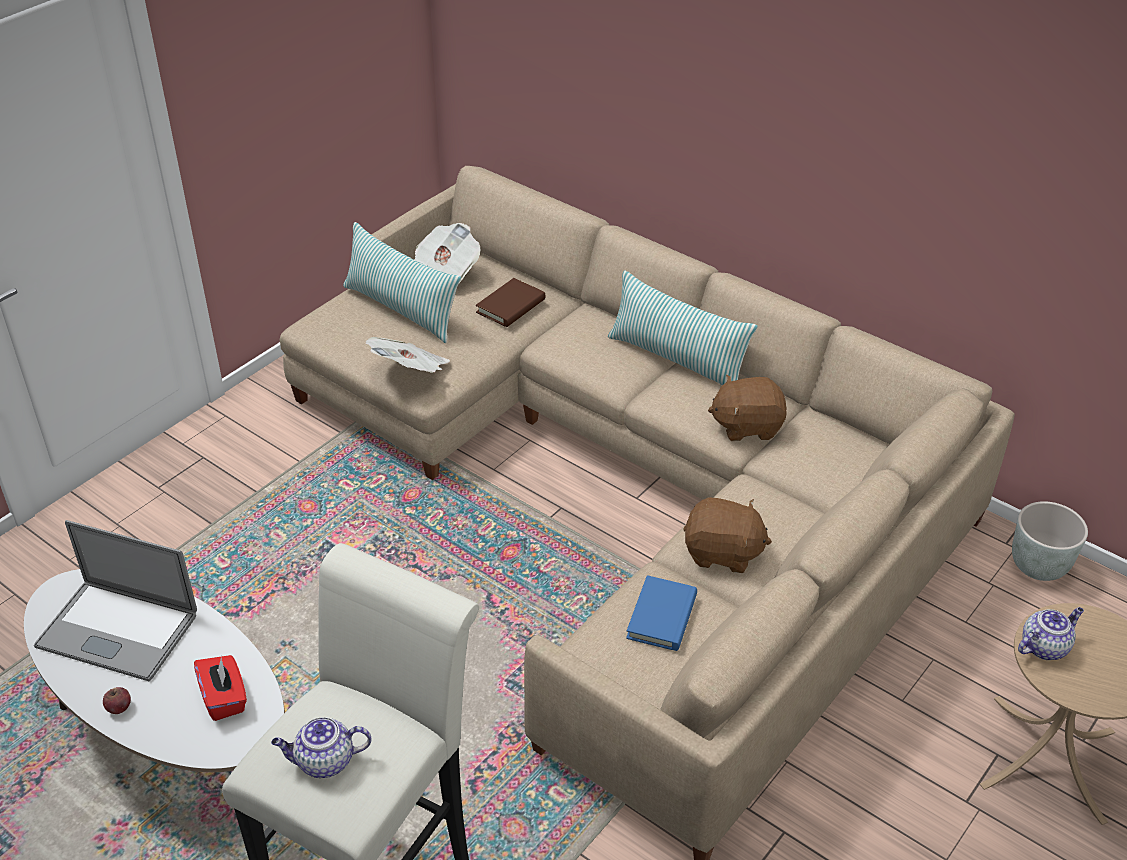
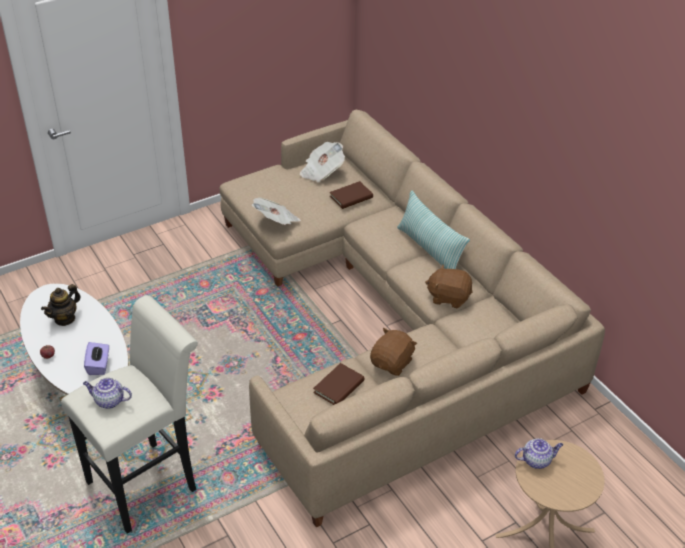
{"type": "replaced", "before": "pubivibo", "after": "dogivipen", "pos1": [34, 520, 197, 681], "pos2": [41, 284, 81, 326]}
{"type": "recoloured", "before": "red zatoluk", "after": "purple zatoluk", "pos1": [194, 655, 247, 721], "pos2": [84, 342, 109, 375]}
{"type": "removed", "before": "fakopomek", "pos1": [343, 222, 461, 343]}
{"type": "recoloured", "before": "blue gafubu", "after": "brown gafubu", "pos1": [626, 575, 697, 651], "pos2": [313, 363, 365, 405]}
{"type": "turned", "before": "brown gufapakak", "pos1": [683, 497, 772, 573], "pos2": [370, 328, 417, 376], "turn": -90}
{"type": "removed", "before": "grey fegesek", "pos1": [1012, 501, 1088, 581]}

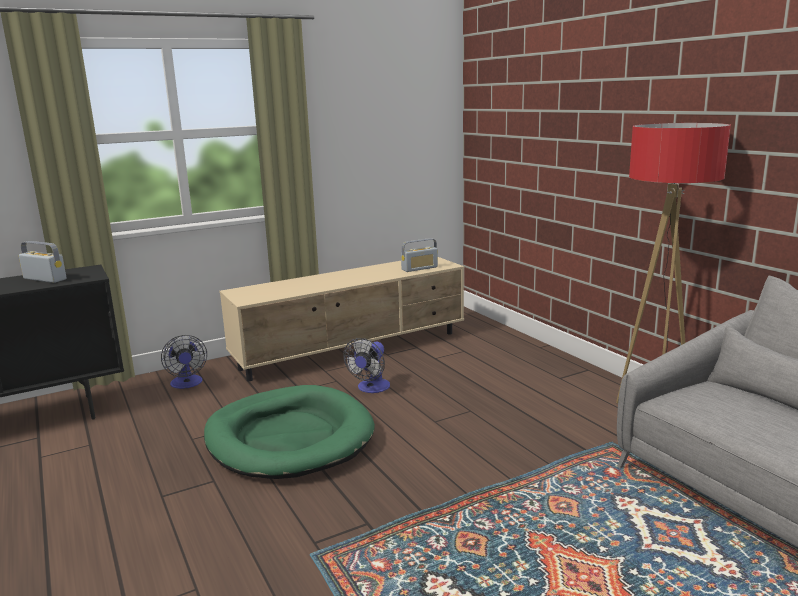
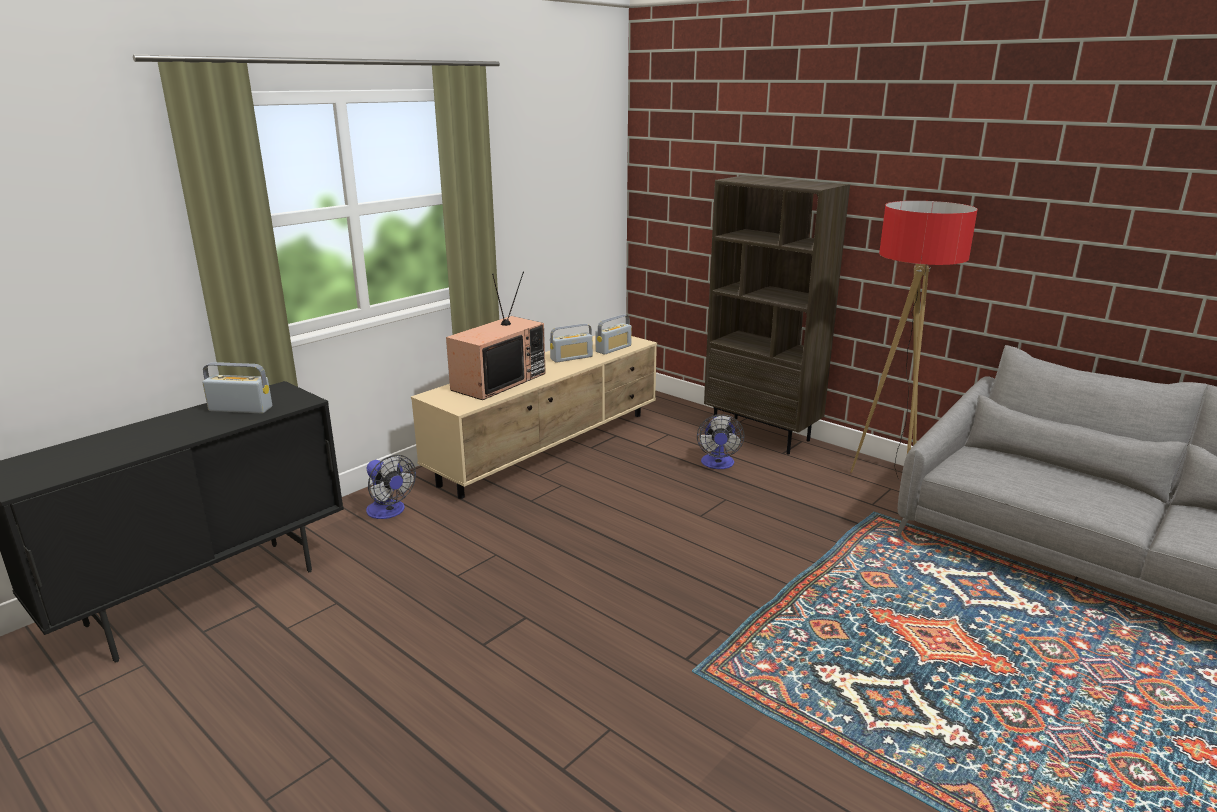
{"type": "removed", "before": "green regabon", "pos1": [204, 385, 375, 479]}
{"type": "moved", "before": "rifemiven", "pos1": [343, 338, 390, 393], "pos2": [697, 414, 745, 469]}
{"type": "added", "after": "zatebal", "pos2": [446, 272, 546, 400]}
{"type": "added", "after": "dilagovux", "pos2": [550, 324, 593, 363]}
{"type": "added", "after": "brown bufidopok", "pos2": [704, 175, 850, 455]}

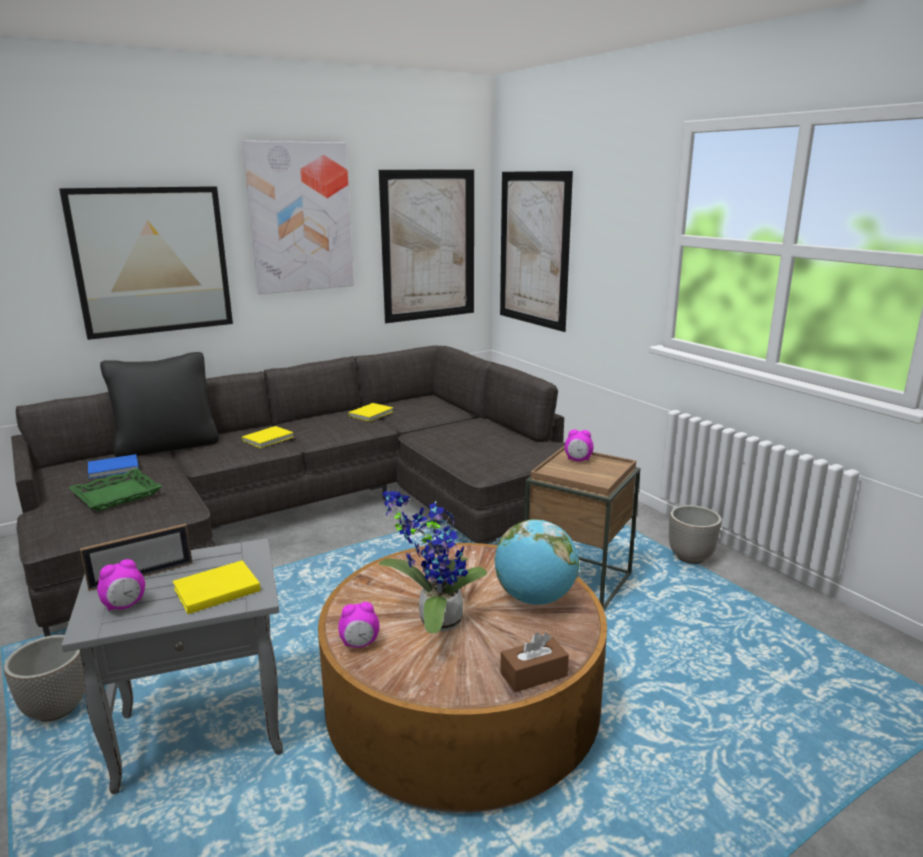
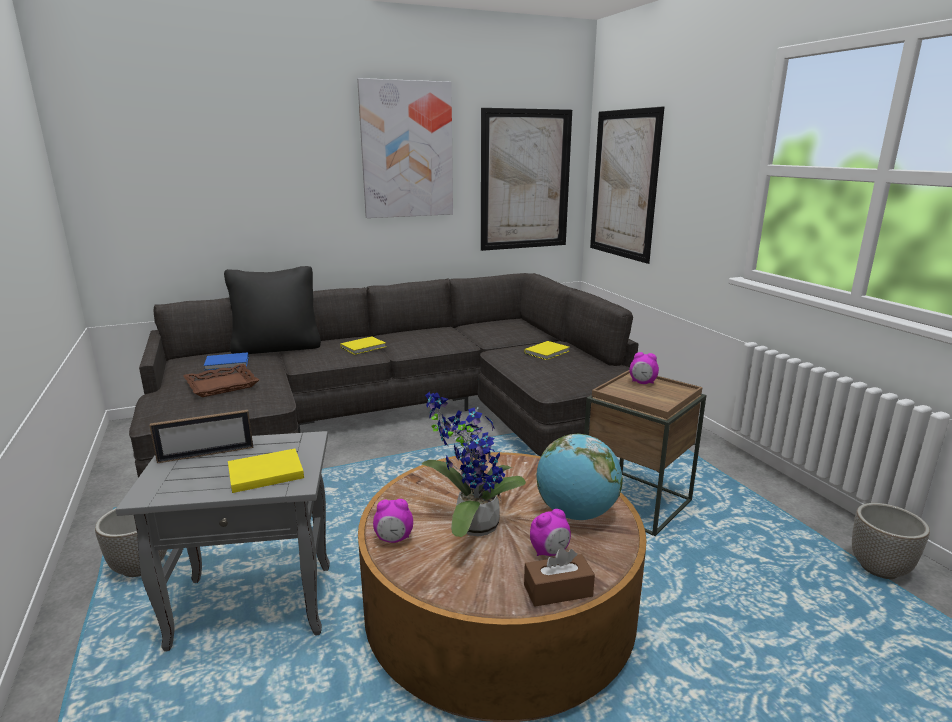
{"type": "removed", "before": "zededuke", "pos1": [59, 186, 233, 340]}
{"type": "recoloured", "before": "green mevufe", "after": "brown mevufe", "pos1": [69, 468, 162, 511], "pos2": [183, 364, 259, 397]}
{"type": "moved", "before": "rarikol", "pos1": [97, 559, 145, 611], "pos2": [530, 509, 571, 556]}
{"type": "moved", "before": "yellow gafubu", "pos1": [349, 403, 394, 422], "pos2": [524, 341, 569, 360]}
{"type": "moved", "before": "fegesek", "pos1": [669, 505, 722, 564], "pos2": [852, 503, 930, 579]}

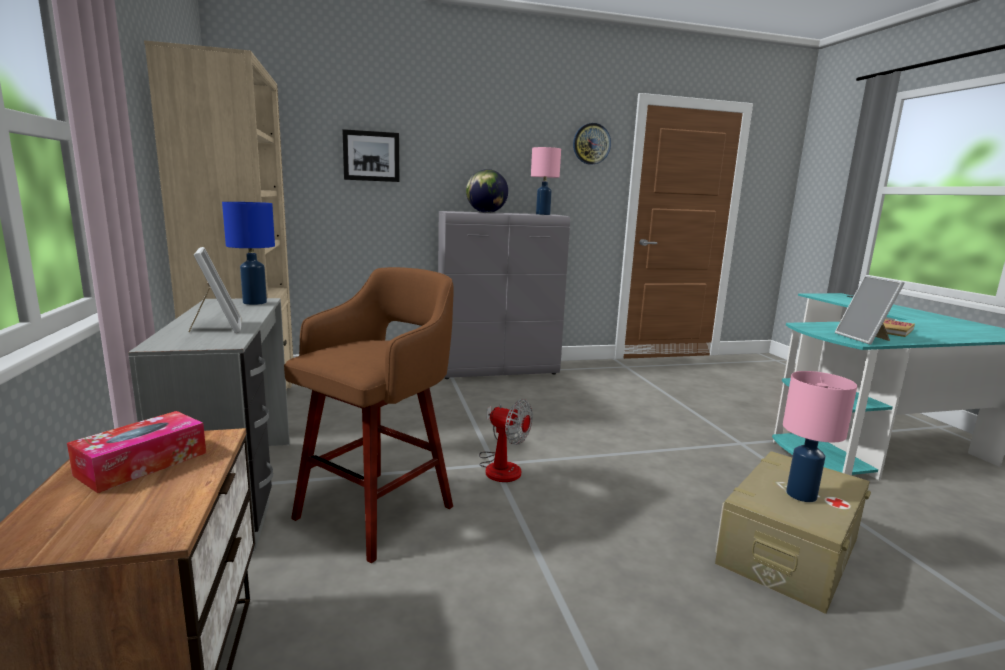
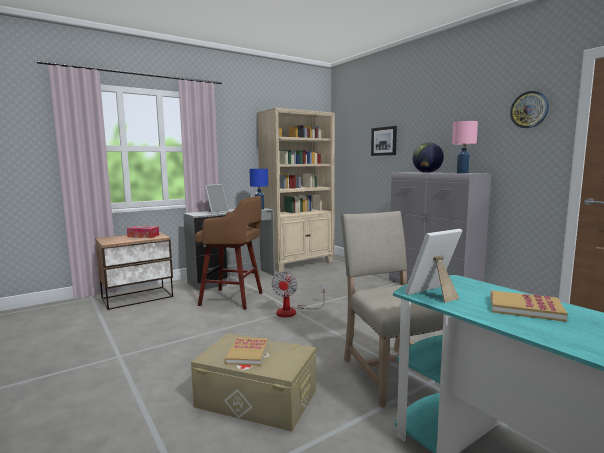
{"type": "replaced", "before": "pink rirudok", "after": "gafubu", "pos1": [783, 371, 857, 502], "pos2": [224, 337, 269, 366]}
{"type": "added", "after": "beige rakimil", "pos2": [341, 211, 444, 408]}

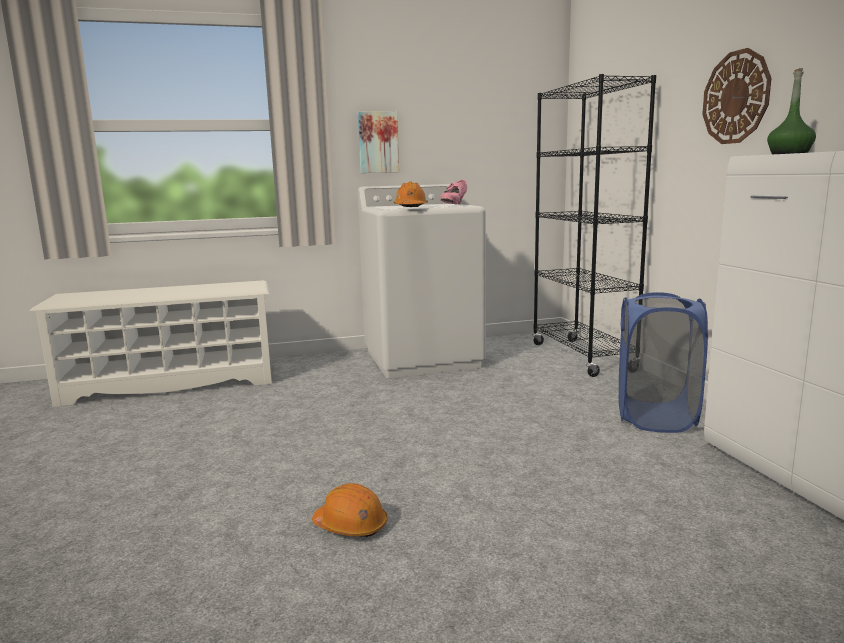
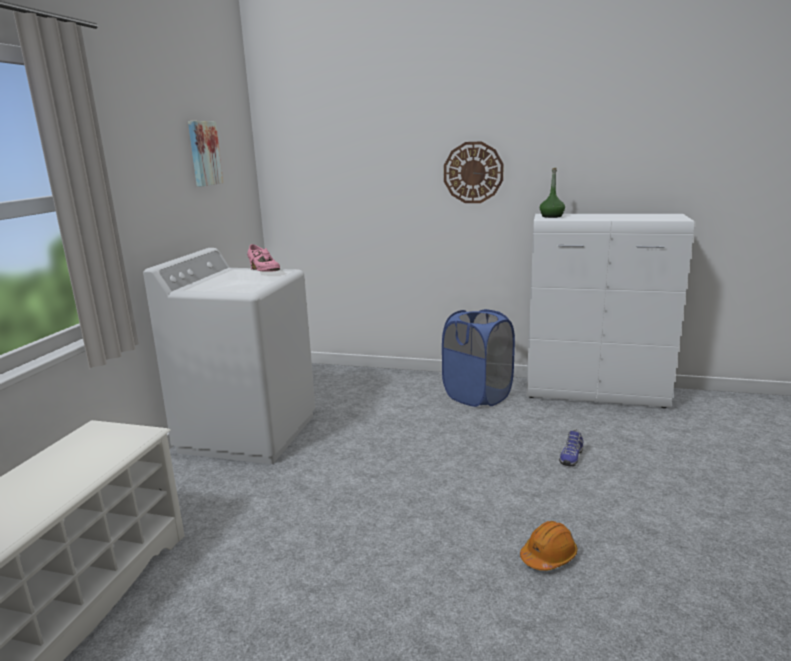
{"type": "moved", "before": "zededuke", "pos1": [358, 111, 399, 173], "pos2": [188, 121, 223, 187]}
{"type": "removed", "before": "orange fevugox", "pos1": [394, 181, 428, 207]}
{"type": "removed", "before": "black bufidopok", "pos1": [532, 74, 656, 377]}
{"type": "added", "after": "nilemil", "pos2": [559, 429, 583, 467]}

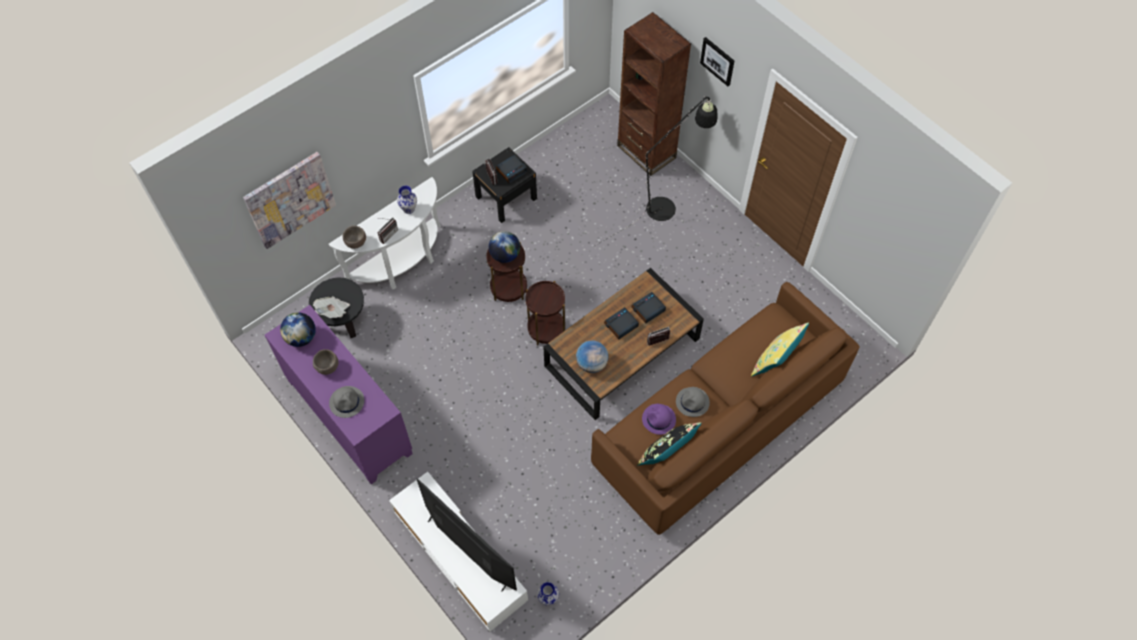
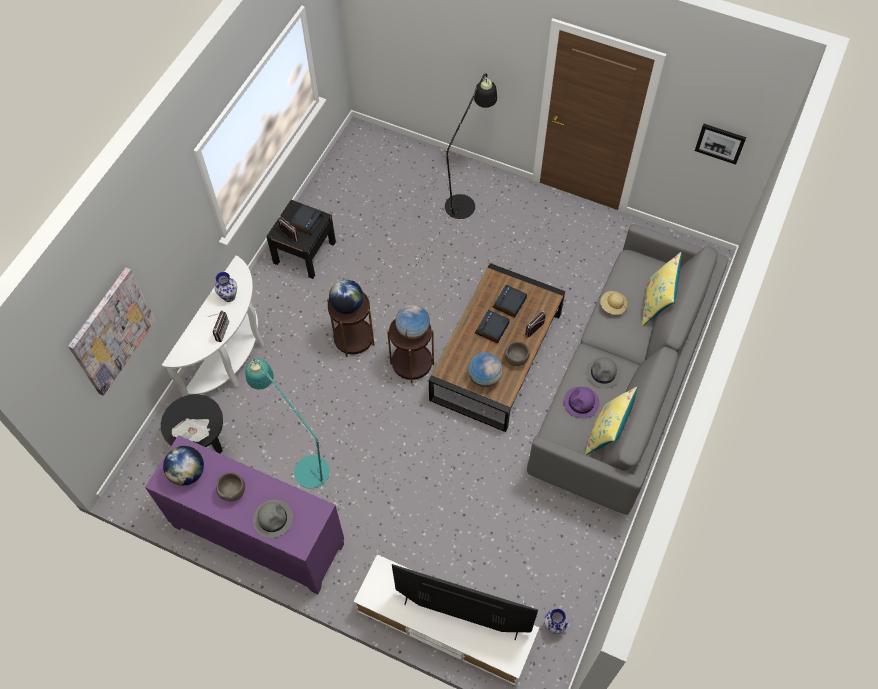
{"type": "moved", "before": "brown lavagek", "pos1": [343, 226, 366, 249], "pos2": [505, 341, 529, 366]}
{"type": "recoloured", "before": "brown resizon", "after": "grey resizon", "pos1": [591, 282, 860, 535], "pos2": [527, 224, 728, 515]}
{"type": "removed", "before": "brown bufidopok", "pos1": [617, 12, 691, 176]}
{"type": "recoloured", "before": "black fakopomek", "after": "yellow fakopomek", "pos1": [637, 422, 701, 465], "pos2": [585, 387, 638, 455]}
{"type": "moved", "before": "zededuke", "pos1": [700, 37, 734, 86], "pos2": [695, 124, 746, 165]}
{"type": "added", "after": "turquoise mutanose", "pos2": [245, 358, 373, 540]}
{"type": "added", "after": "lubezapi", "pos2": [395, 304, 430, 339]}
{"type": "added", "after": "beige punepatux", "pos2": [600, 291, 627, 315]}

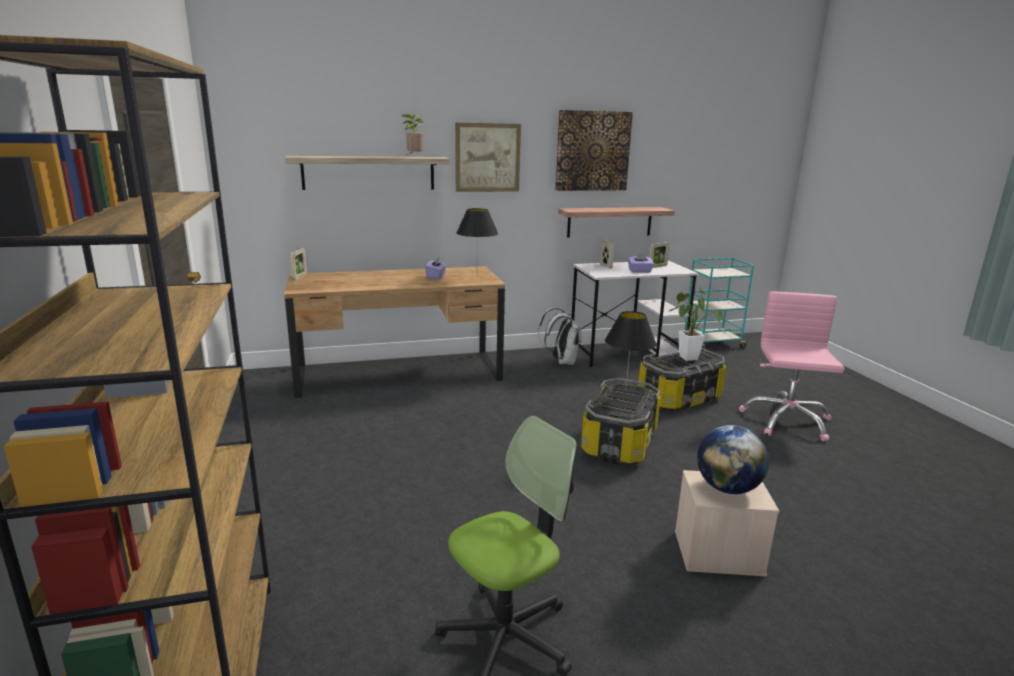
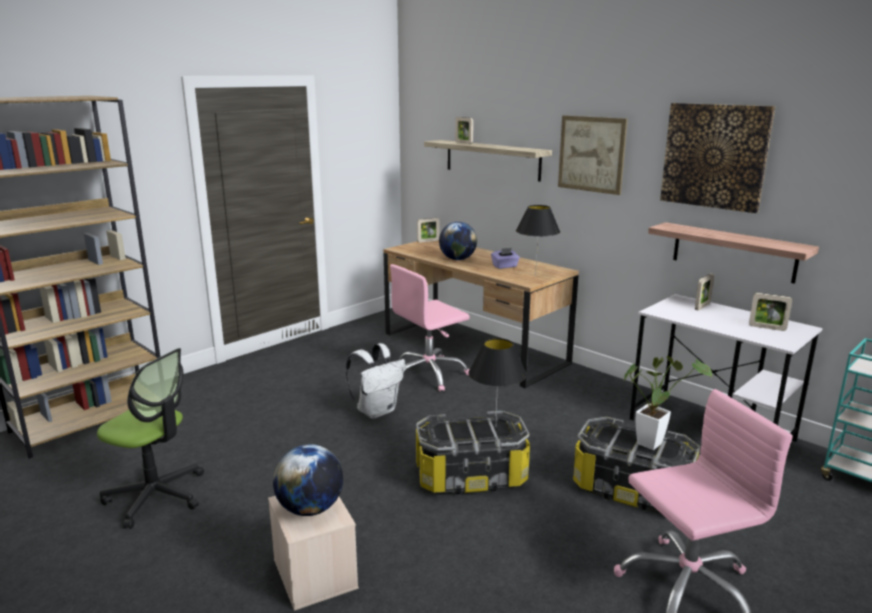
{"type": "removed", "before": "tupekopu", "pos1": [401, 114, 424, 156]}
{"type": "moved", "before": "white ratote", "pos1": [538, 307, 581, 365], "pos2": [346, 343, 405, 419]}
{"type": "removed", "before": "purple zatoluk", "pos1": [628, 254, 654, 273]}
{"type": "added", "after": "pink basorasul", "pos2": [390, 264, 470, 392]}
{"type": "added", "after": "lubezapi", "pos2": [439, 222, 477, 260]}
{"type": "added", "after": "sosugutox", "pos2": [455, 117, 473, 144]}

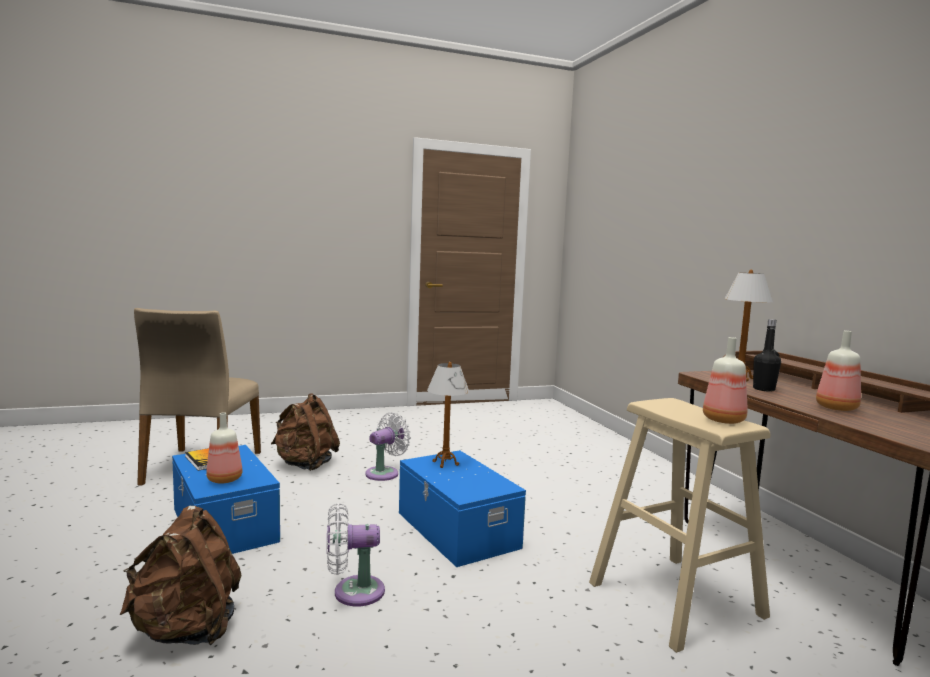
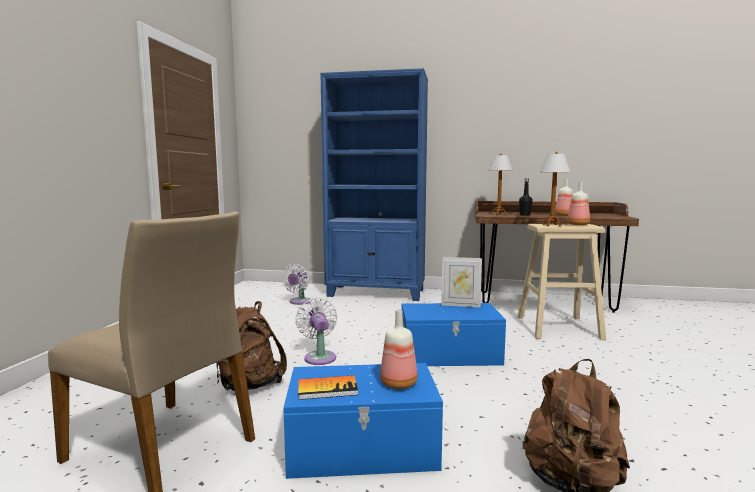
{"type": "moved", "before": "white rifemiven", "pos1": [327, 503, 385, 606], "pos2": [282, 264, 312, 305]}
{"type": "moved", "before": "rirudok", "pos1": [427, 362, 469, 468], "pos2": [540, 152, 571, 226]}
{"type": "added", "after": "blue bufidopok", "pos2": [321, 68, 428, 301]}
{"type": "added", "after": "sosugutox", "pos2": [441, 257, 482, 308]}

